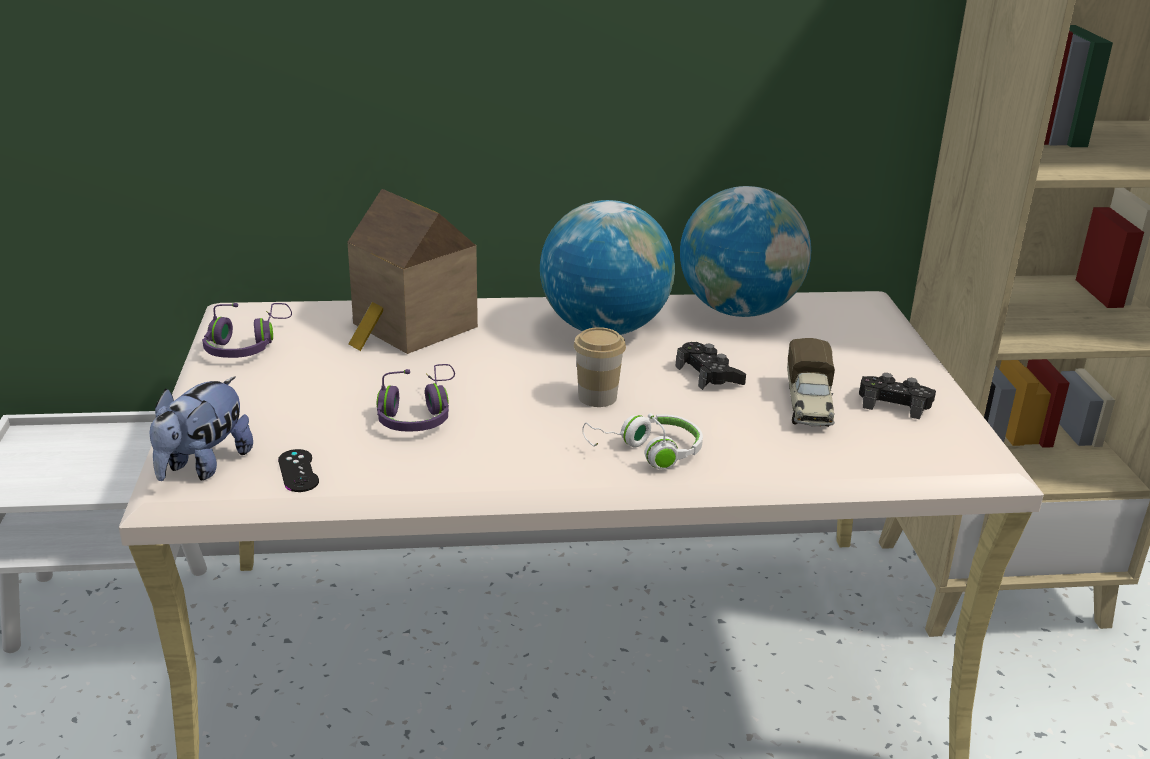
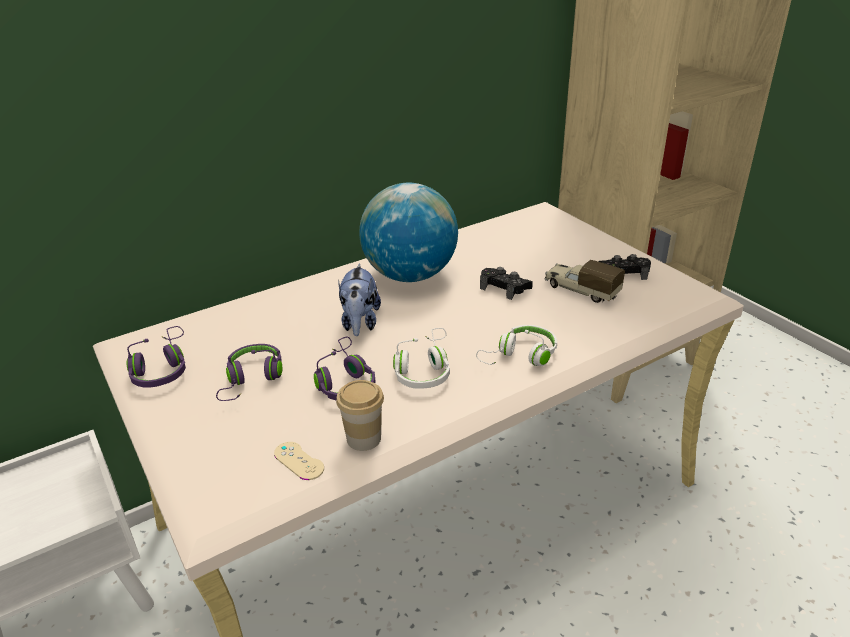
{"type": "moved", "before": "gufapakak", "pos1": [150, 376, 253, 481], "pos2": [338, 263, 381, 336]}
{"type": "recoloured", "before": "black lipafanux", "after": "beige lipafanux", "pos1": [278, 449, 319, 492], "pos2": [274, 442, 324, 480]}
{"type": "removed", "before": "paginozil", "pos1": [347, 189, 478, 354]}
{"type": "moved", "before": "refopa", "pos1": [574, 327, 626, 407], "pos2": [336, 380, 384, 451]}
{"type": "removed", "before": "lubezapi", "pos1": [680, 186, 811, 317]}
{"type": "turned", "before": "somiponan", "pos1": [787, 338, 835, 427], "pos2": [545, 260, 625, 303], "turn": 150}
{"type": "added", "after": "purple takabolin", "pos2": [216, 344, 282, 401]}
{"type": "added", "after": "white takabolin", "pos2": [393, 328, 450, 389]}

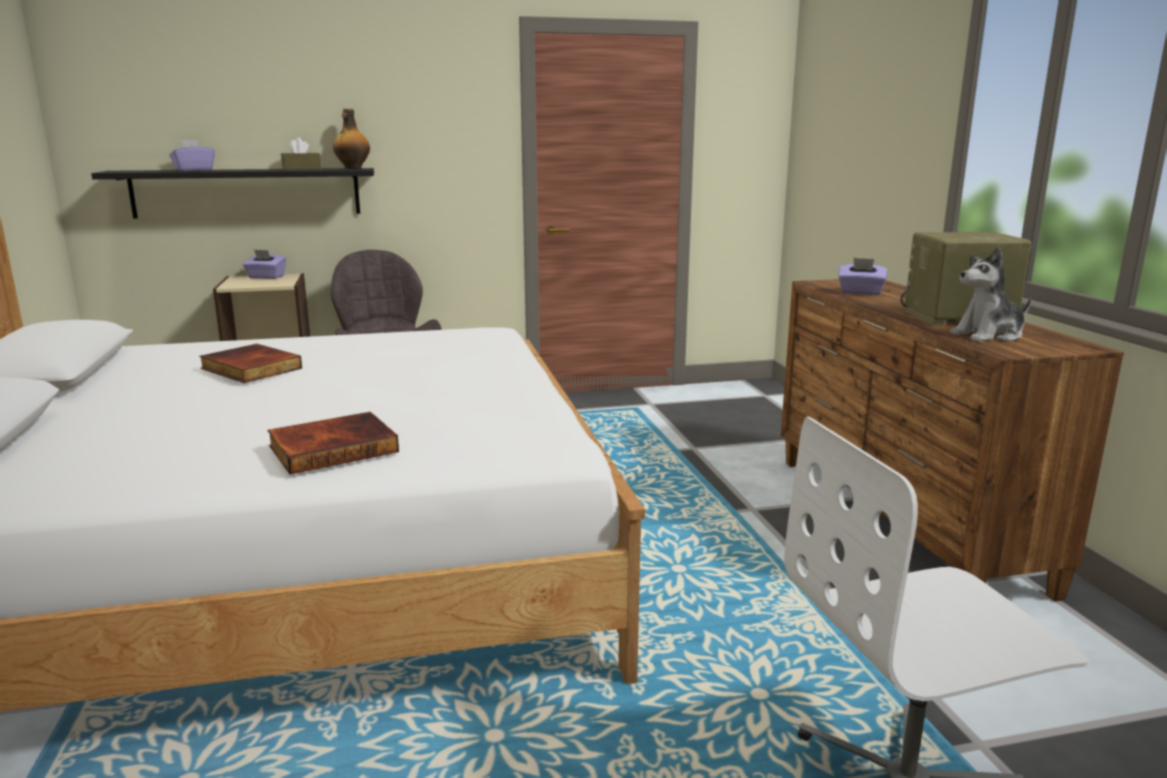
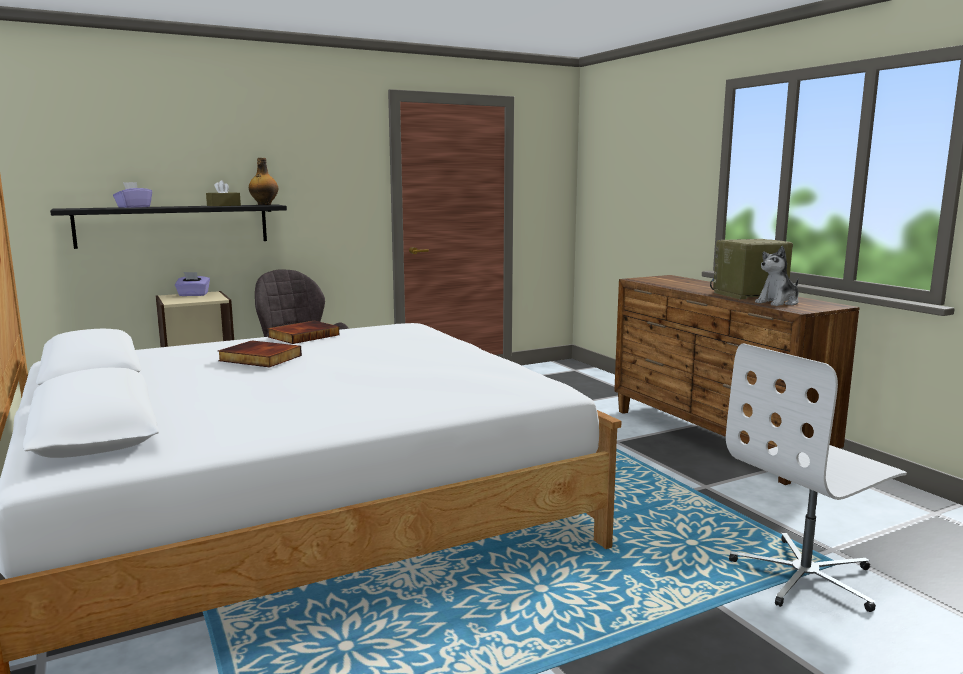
{"type": "moved", "before": "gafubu", "pos1": [267, 412, 399, 474], "pos2": [267, 321, 339, 344]}
{"type": "removed", "before": "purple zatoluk", "pos1": [838, 258, 887, 295]}

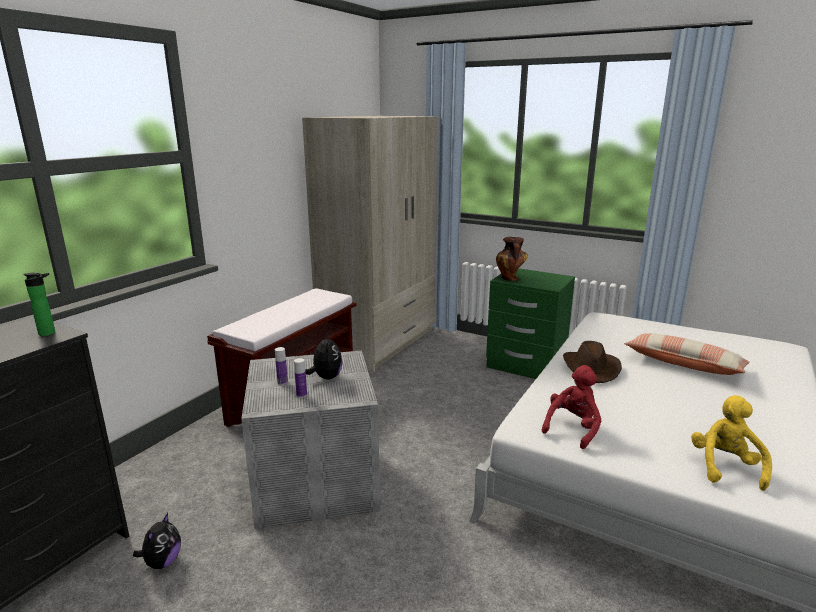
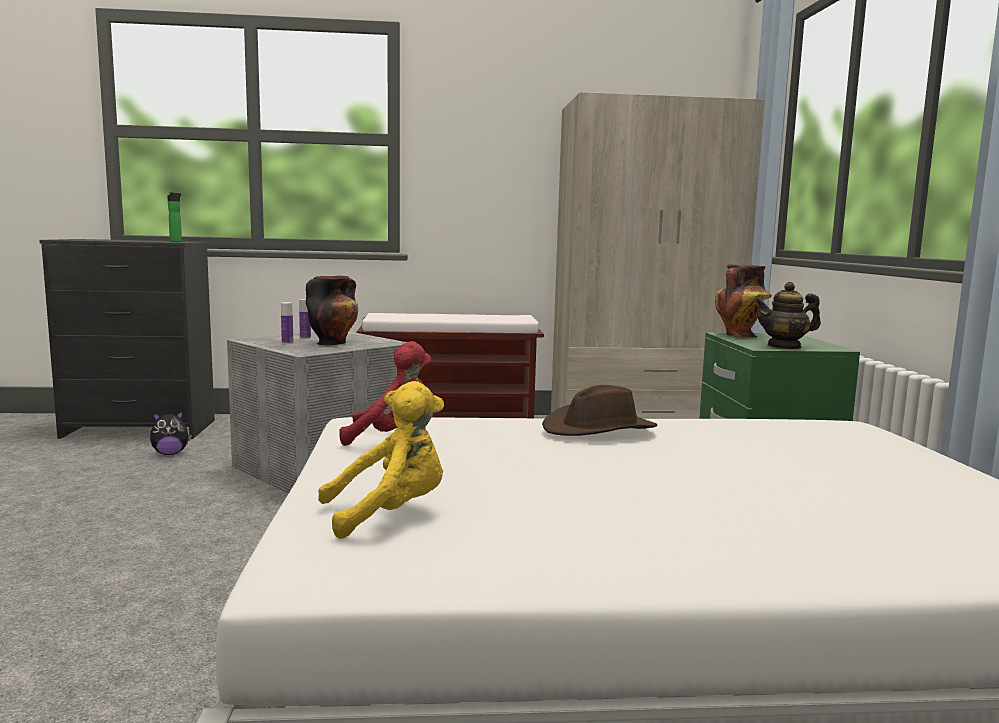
{"type": "replaced", "before": "gufapakak", "after": "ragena", "pos1": [305, 333, 342, 380], "pos2": [306, 276, 358, 346]}
{"type": "removed", "before": "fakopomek", "pos1": [624, 333, 750, 375]}
{"type": "added", "after": "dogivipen", "pos2": [755, 282, 821, 349]}

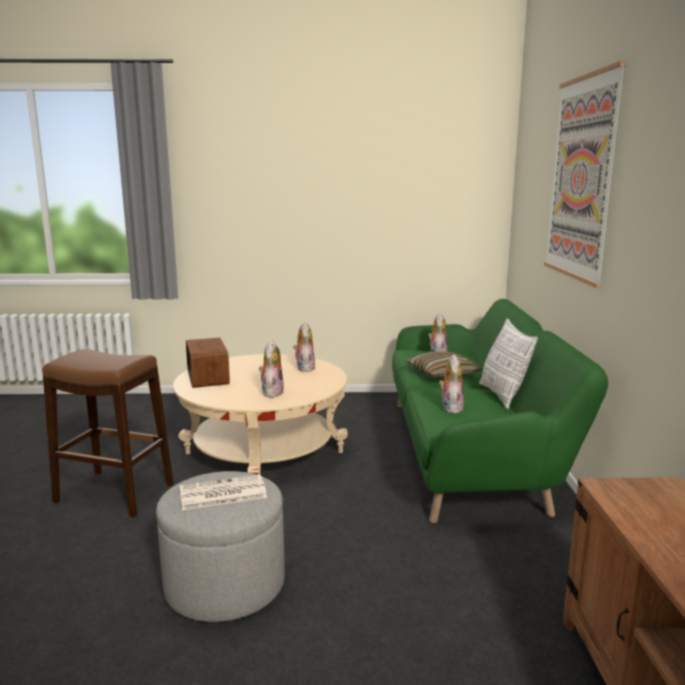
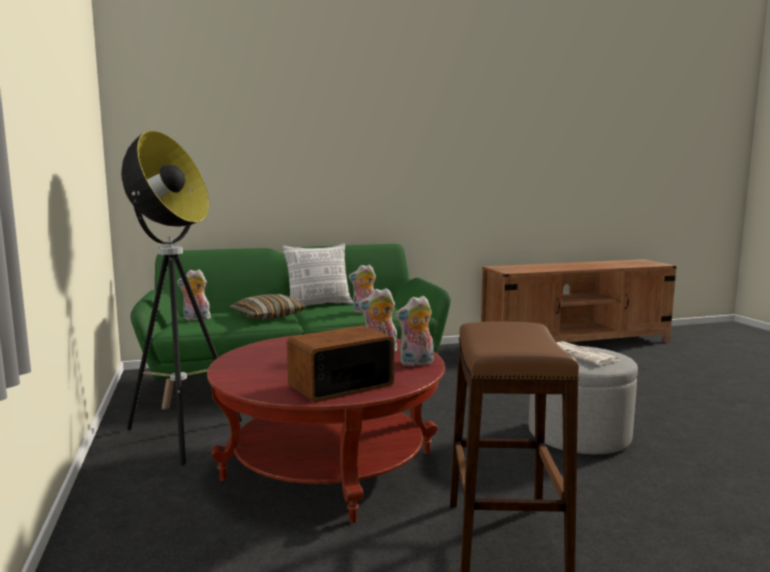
{"type": "recoloured", "before": "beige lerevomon", "after": "red lerevomon", "pos1": [173, 354, 348, 474], "pos2": [207, 335, 445, 523]}
{"type": "moved", "before": "gufapakak", "pos1": [293, 321, 315, 372], "pos2": [395, 296, 433, 367]}
{"type": "removed", "before": "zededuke", "pos1": [544, 61, 627, 288]}
{"type": "added", "after": "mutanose", "pos2": [121, 130, 243, 465]}

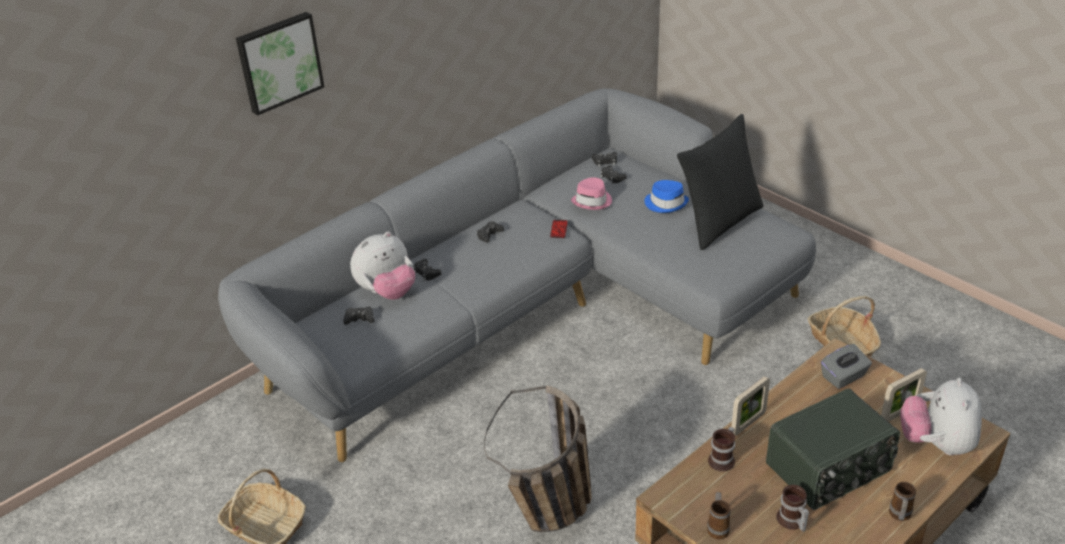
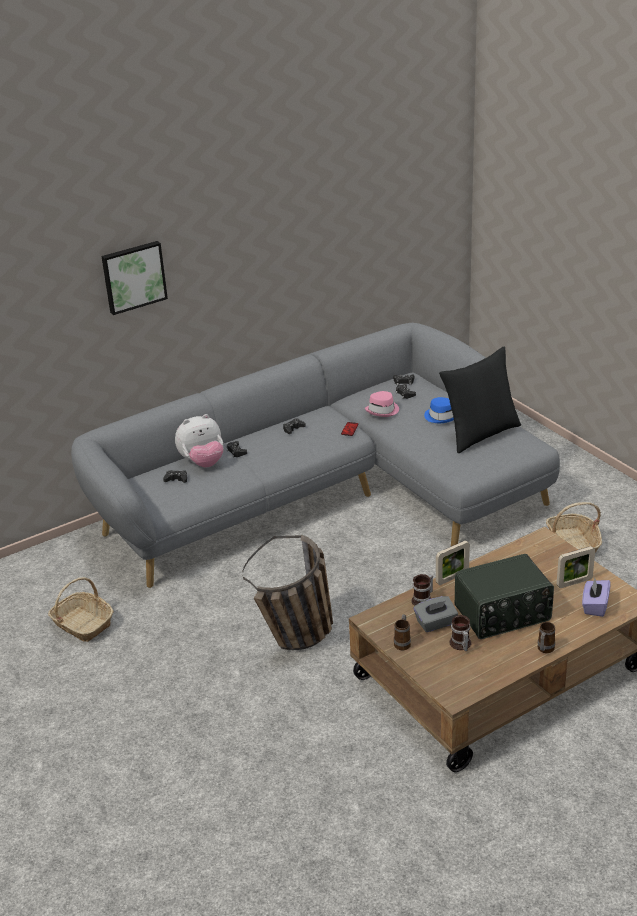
{"type": "moved", "before": "grey zatoluk", "pos1": [821, 344, 872, 389], "pos2": [414, 596, 458, 632]}
{"type": "replaced", "before": "gufapakak", "after": "purple zatoluk", "pos1": [900, 378, 982, 455], "pos2": [582, 578, 611, 617]}

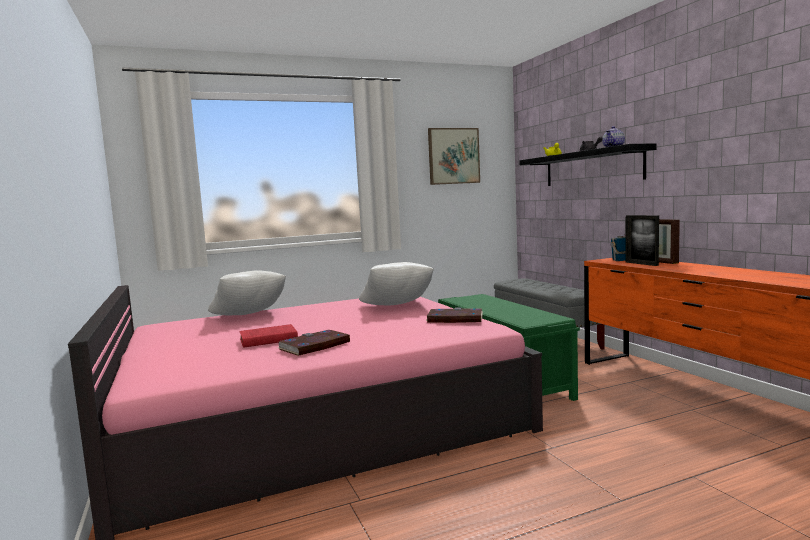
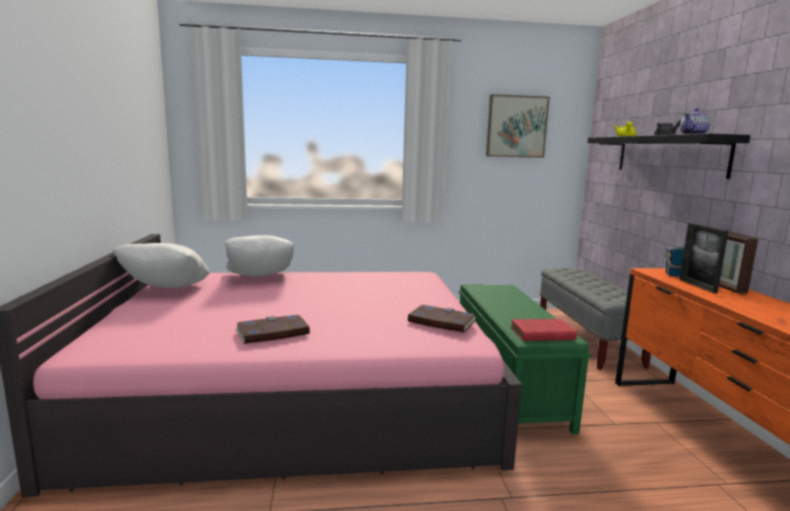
{"type": "moved", "before": "red gafubu", "pos1": [239, 324, 298, 348], "pos2": [511, 319, 577, 341]}
{"type": "moved", "before": "white fakopomek", "pos1": [359, 262, 434, 305], "pos2": [111, 243, 210, 288]}

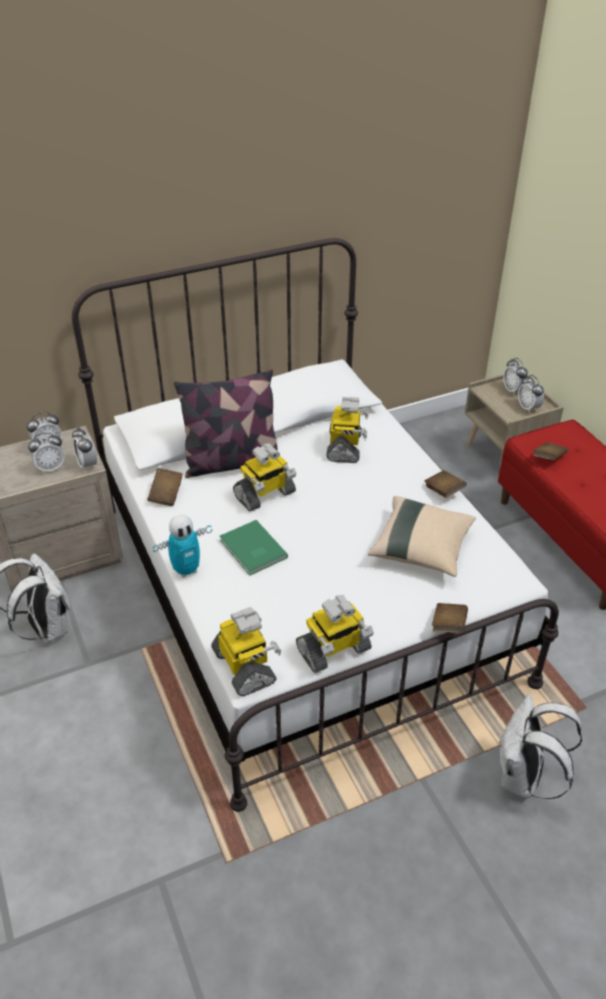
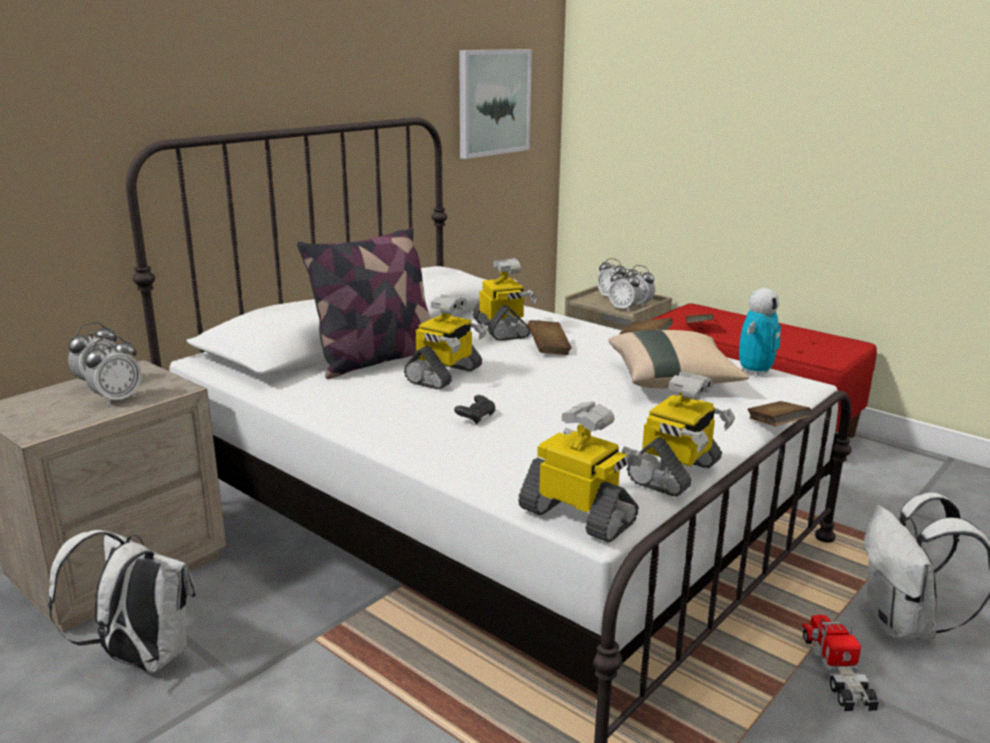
{"type": "moved", "before": "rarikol", "pos1": [72, 428, 97, 471], "pos2": [609, 269, 641, 312]}
{"type": "moved", "before": "brown gafubu", "pos1": [148, 468, 183, 506], "pos2": [528, 320, 572, 355]}
{"type": "moved", "before": "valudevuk", "pos1": [153, 515, 212, 578], "pos2": [739, 288, 781, 377]}
{"type": "replaced", "before": "green gafubu", "after": "black lipafanux", "pos1": [220, 520, 288, 575], "pos2": [454, 395, 495, 424]}
{"type": "added", "after": "zededuke", "pos2": [459, 49, 532, 159]}
{"type": "added", "after": "somiponan", "pos2": [801, 614, 879, 711]}

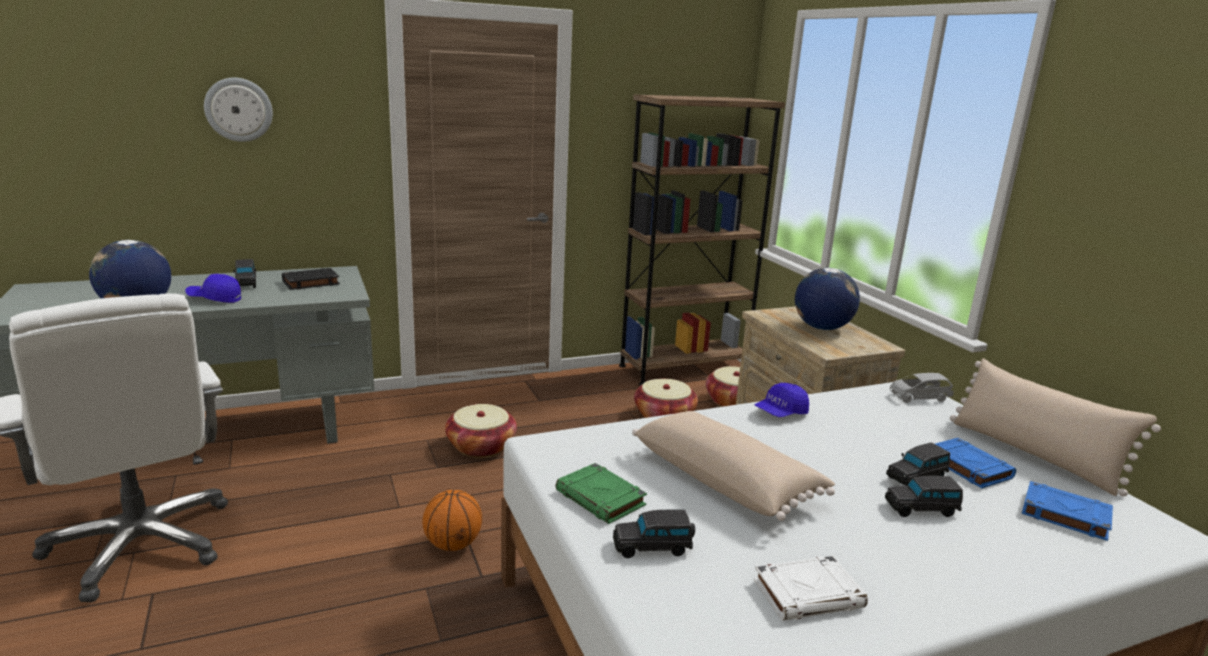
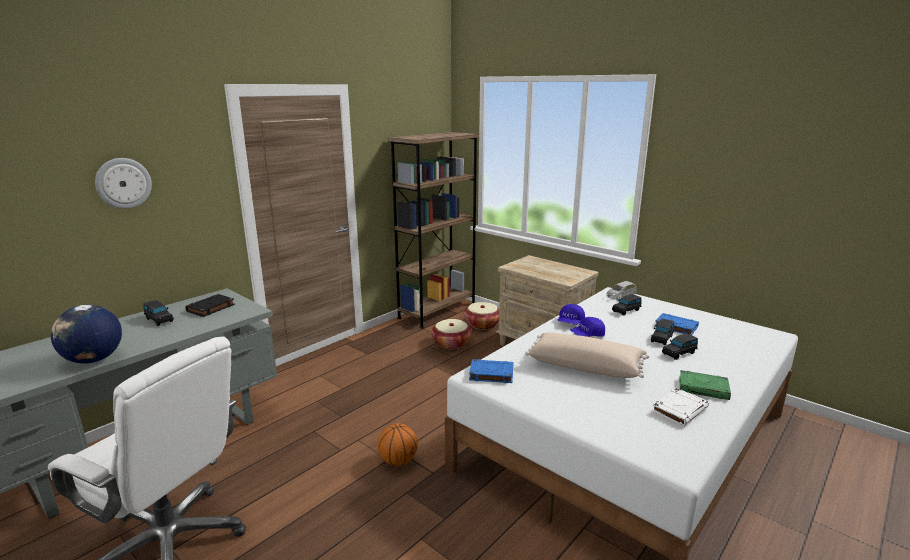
{"type": "moved", "before": "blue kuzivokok", "pos1": [185, 274, 241, 303], "pos2": [570, 317, 605, 337]}
{"type": "removed", "before": "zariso", "pos1": [445, 404, 517, 458]}
{"type": "moved", "before": "green gafubu", "pos1": [555, 463, 647, 524], "pos2": [679, 370, 731, 400]}
{"type": "moved", "before": "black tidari", "pos1": [613, 510, 695, 558], "pos2": [612, 294, 642, 316]}
{"type": "removed", "before": "lubezapi", "pos1": [795, 268, 860, 330]}
{"type": "removed", "before": "beige fakopomek", "pos1": [950, 358, 1161, 496]}
{"type": "moved", "before": "blue gafubu", "pos1": [1022, 481, 1113, 541], "pos2": [469, 359, 514, 383]}

